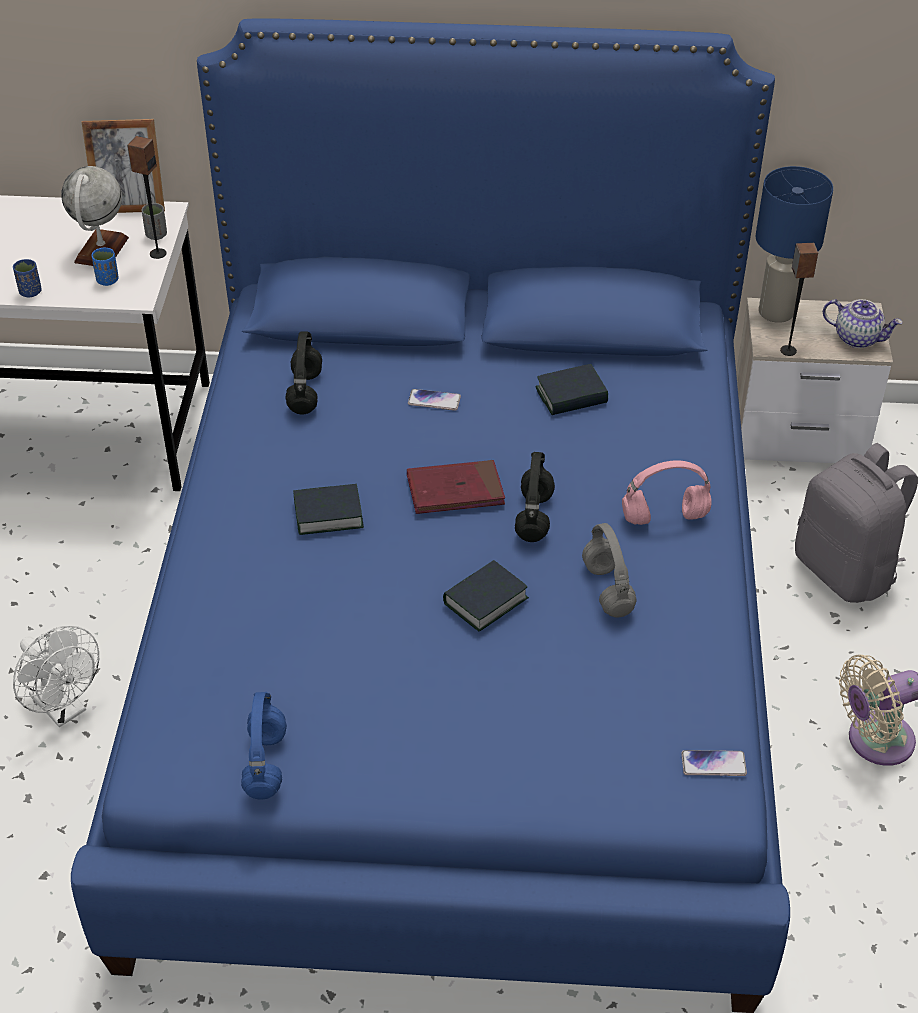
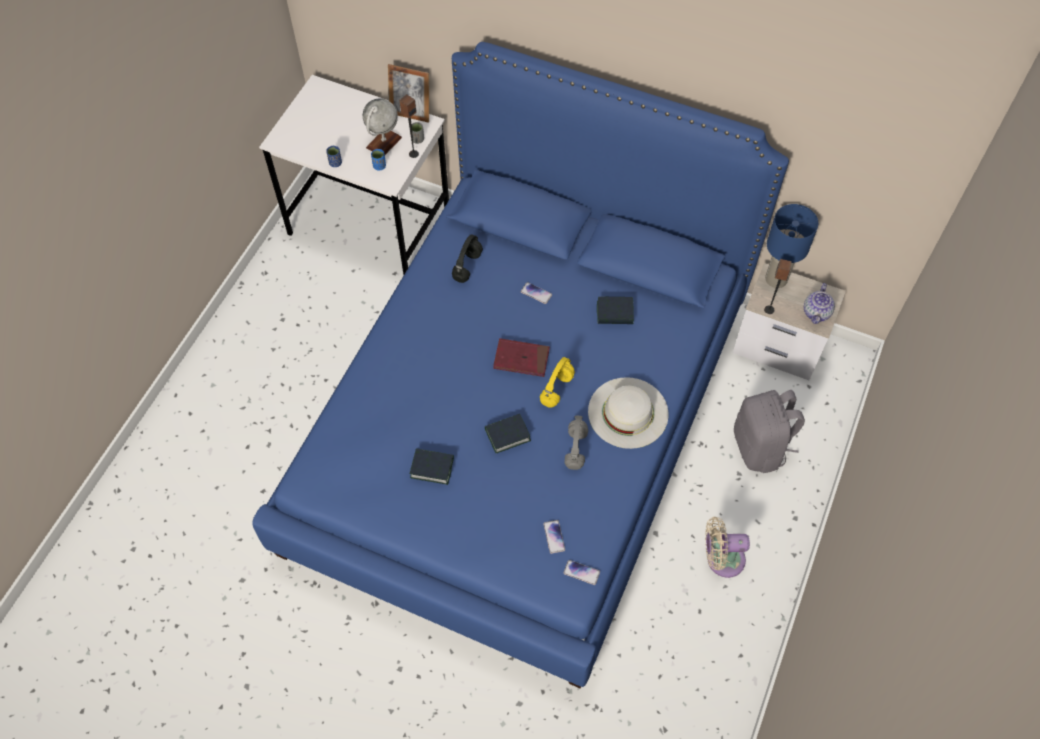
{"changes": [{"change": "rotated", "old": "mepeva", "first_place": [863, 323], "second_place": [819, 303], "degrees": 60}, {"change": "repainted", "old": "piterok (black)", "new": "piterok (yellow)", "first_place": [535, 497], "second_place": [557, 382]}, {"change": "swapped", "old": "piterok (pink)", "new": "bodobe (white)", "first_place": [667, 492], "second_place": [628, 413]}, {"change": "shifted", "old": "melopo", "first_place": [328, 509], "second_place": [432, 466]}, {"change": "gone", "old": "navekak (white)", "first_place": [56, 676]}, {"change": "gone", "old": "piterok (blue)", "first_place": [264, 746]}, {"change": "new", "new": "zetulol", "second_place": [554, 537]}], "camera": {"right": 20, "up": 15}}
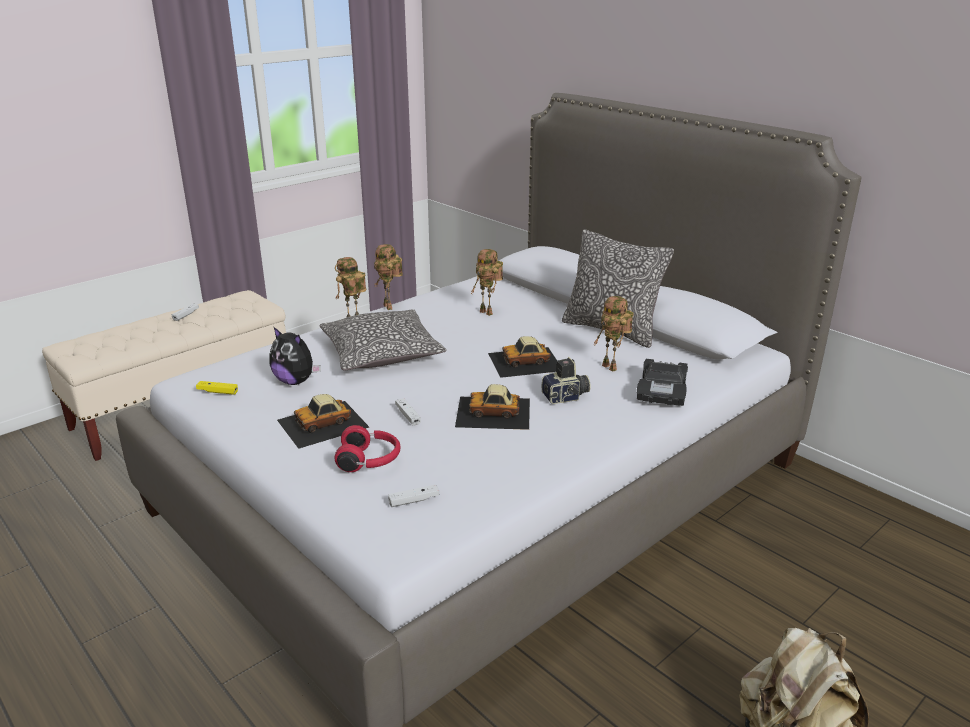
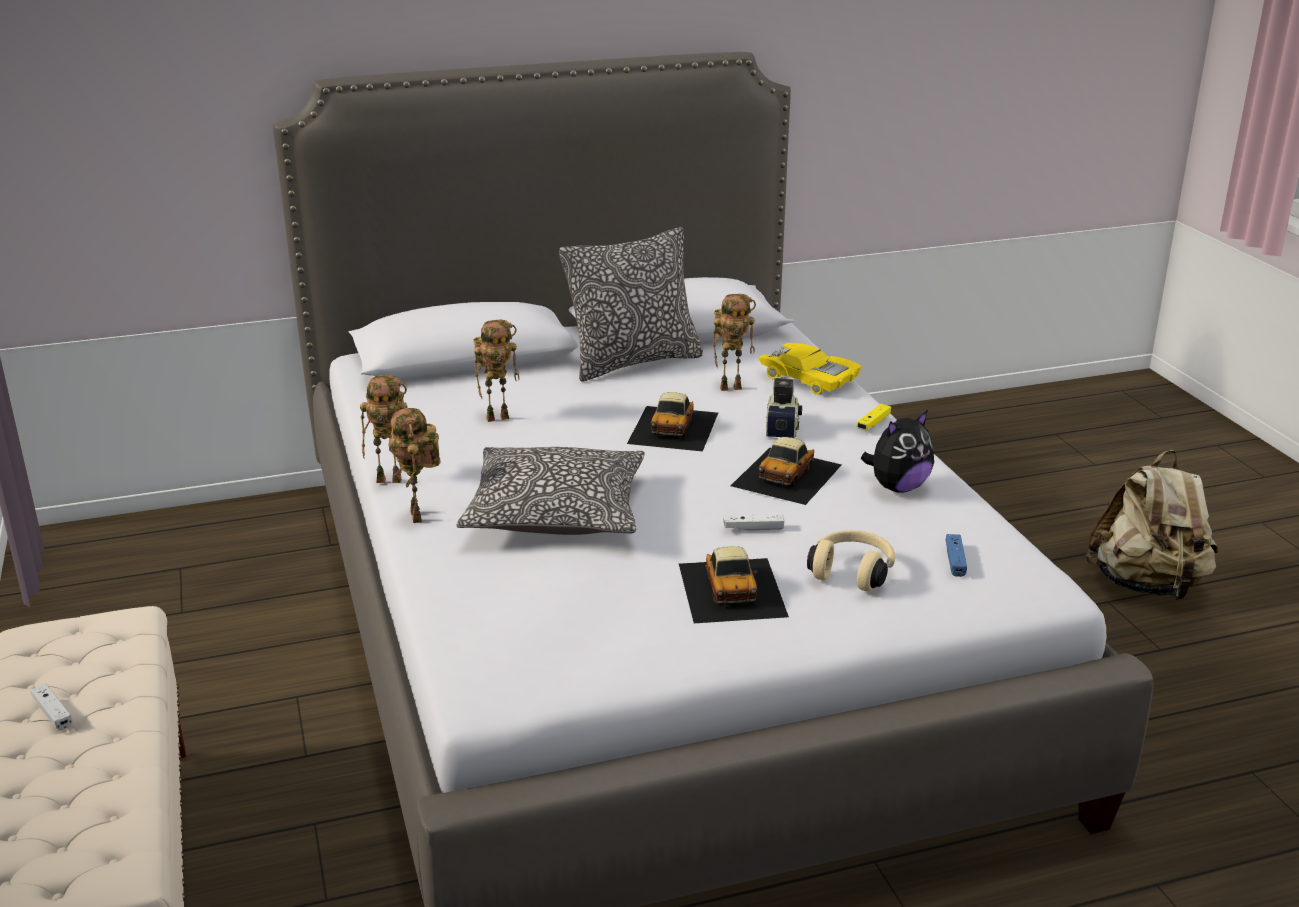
{"changes": [{"change": "shifted", "old": "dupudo", "first_place": [295, 356], "second_place": [897, 451]}, {"change": "repainted", "old": "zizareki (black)", "new": "zizareki (yellow)", "first_place": [662, 382], "second_place": [810, 369]}, {"change": "shifted", "old": "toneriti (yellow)", "first_place": [217, 388], "second_place": [873, 417]}, {"change": "repainted", "old": "piterok (red)", "new": "piterok (beige)", "first_place": [367, 448], "second_place": [851, 561]}, {"change": "repainted", "old": "toneriti (white)", "new": "toneriti (blue)", "first_place": [413, 495], "second_place": [956, 555]}], "camera": {"right": -65, "up": 0}}
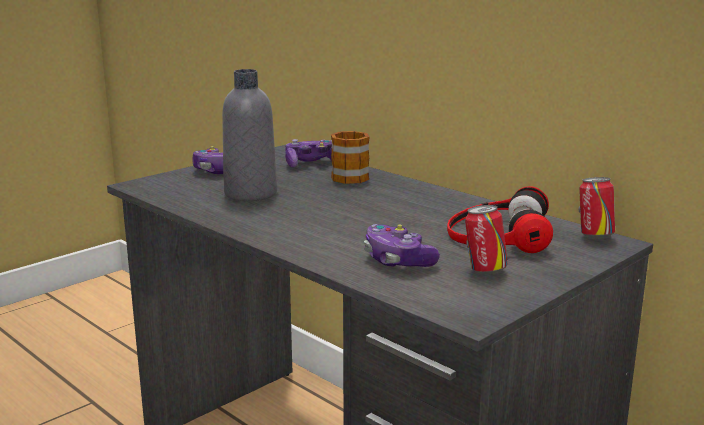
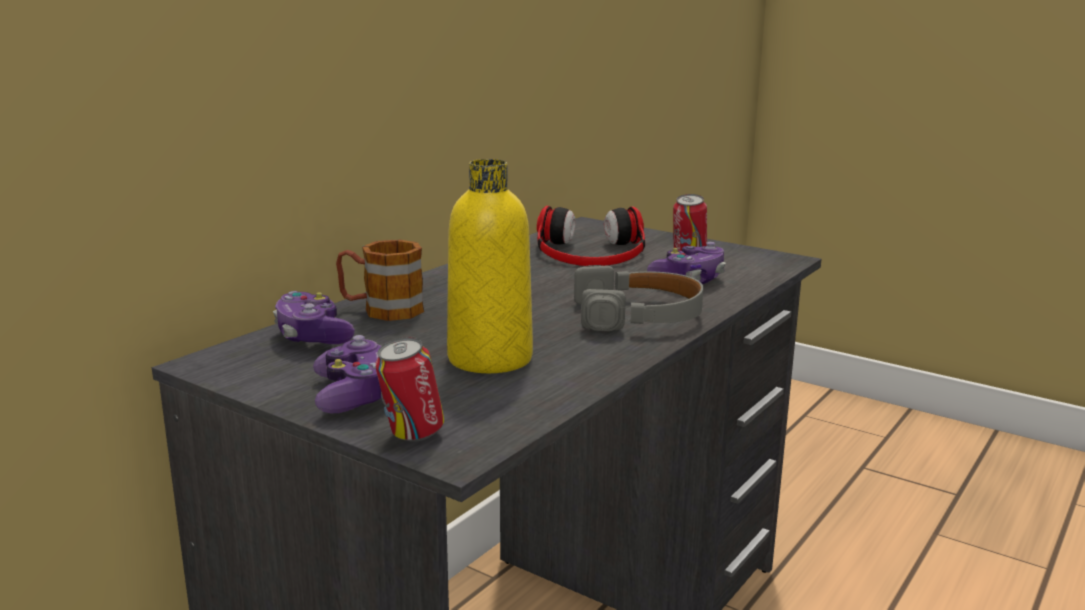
{"changes": [{"change": "repainted", "old": "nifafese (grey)", "new": "nifafese (yellow)", "first_place": [249, 135], "second_place": [490, 266]}, {"change": "shifted", "old": "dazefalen", "first_place": [597, 208], "second_place": [409, 389]}, {"change": "new", "new": "piterok (grey)", "second_place": [638, 298]}], "camera": {"right": -100, "up": 0}}
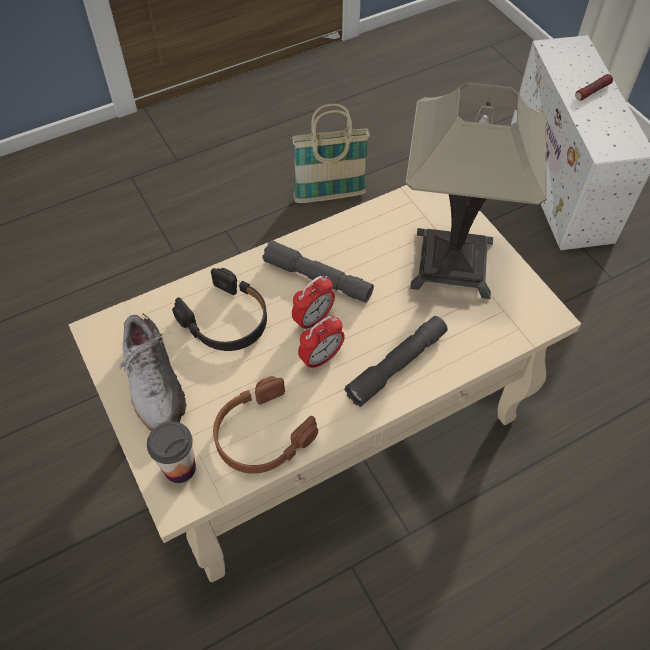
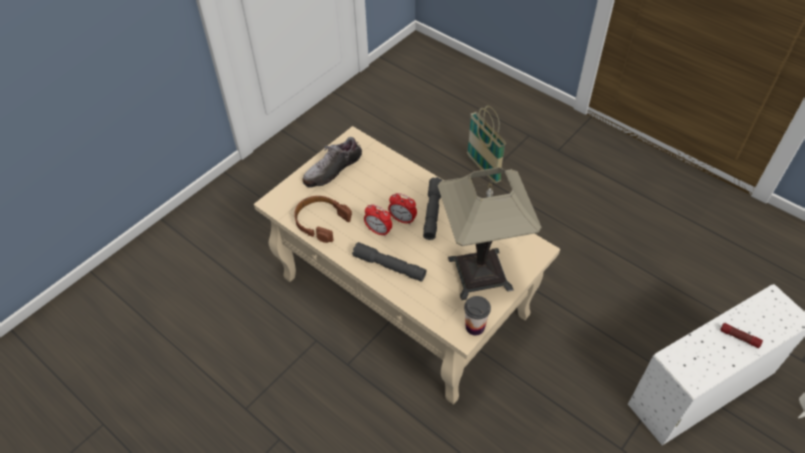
{"changes": [{"change": "shifted", "old": "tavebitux", "first_place": [331, 153], "second_place": [486, 144]}, {"change": "gone", "old": "piterok (black)", "first_place": [219, 309]}, {"change": "shifted", "old": "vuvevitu", "first_place": [171, 452], "second_place": [477, 316]}], "camera": {"right": 70, "up": -5}}
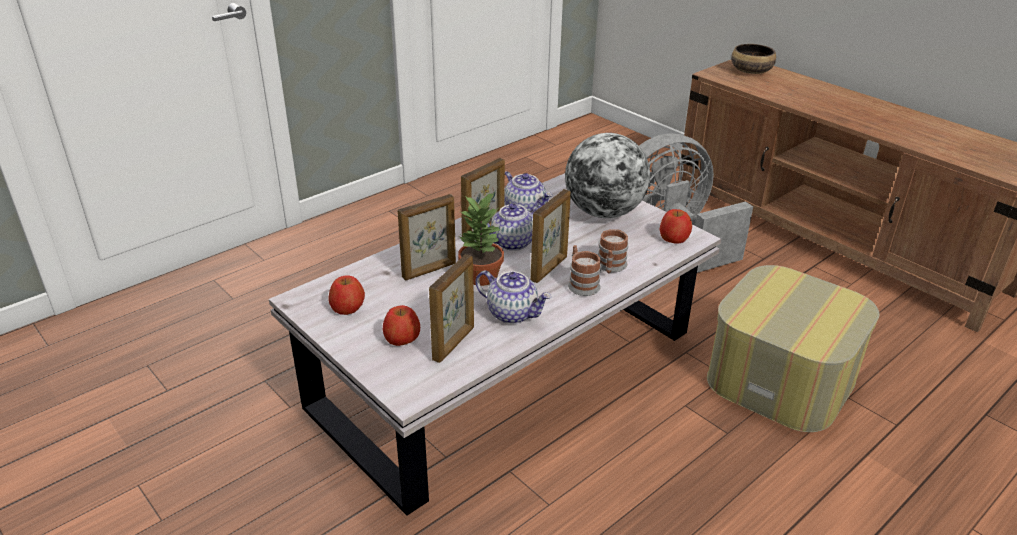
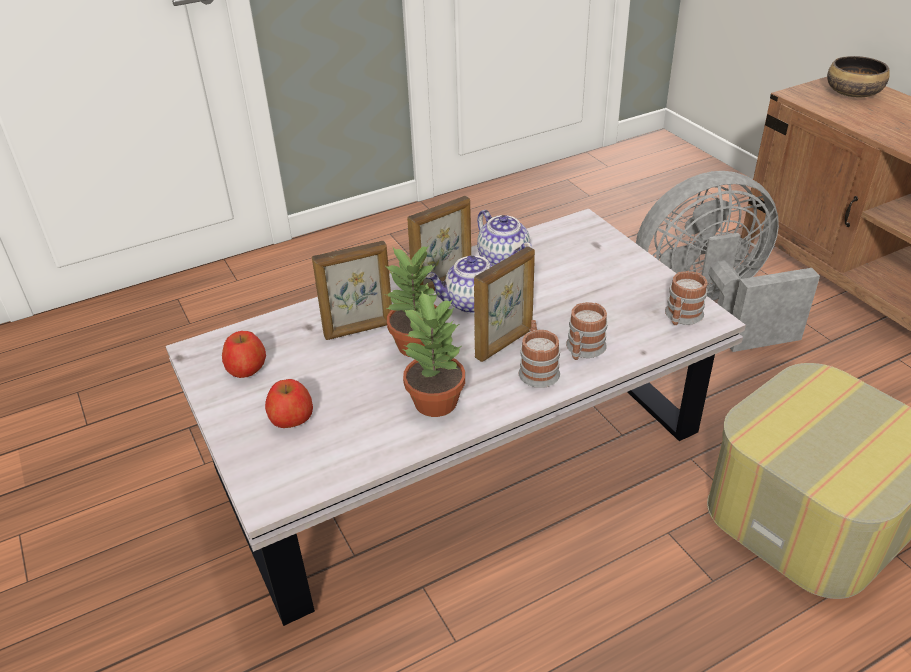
{"changes": [{"change": "gone", "old": "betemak", "first_place": [607, 175]}, {"change": "swapped", "old": "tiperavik", "new": "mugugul", "first_place": [676, 226], "second_place": [686, 298]}, {"change": "gone", "old": "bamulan", "first_place": [451, 308]}, {"change": "swapped", "old": "mepeva", "new": "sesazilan", "first_place": [513, 297], "second_place": [434, 353]}], "camera": {"right": 15, "up": 5}}
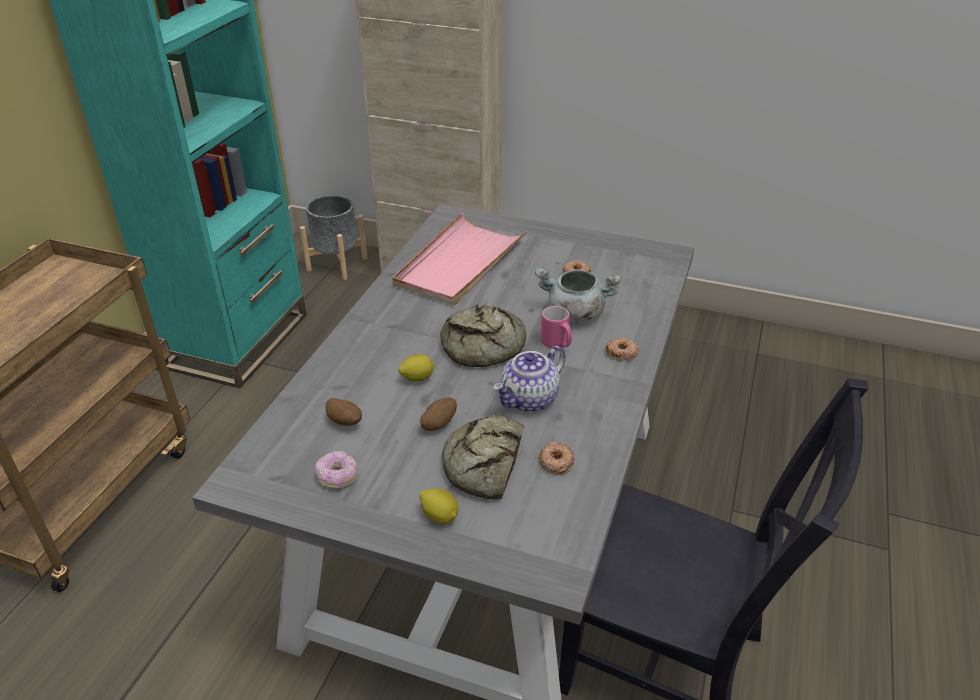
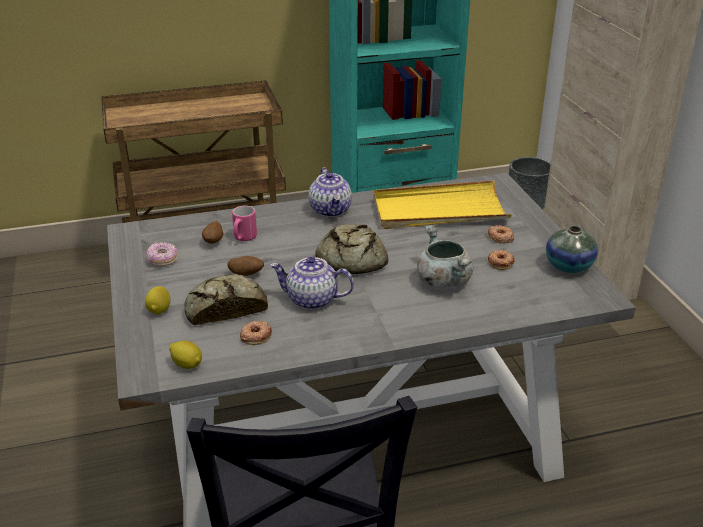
{"changes": [{"change": "repainted", "old": "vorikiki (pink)", "new": "vorikiki (yellow)", "first_place": [459, 259], "second_place": [443, 205]}, {"change": "shifted", "old": "mugugul (pink)", "first_place": [556, 327], "second_place": [244, 223]}, {"change": "shifted", "old": "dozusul", "first_place": [622, 349], "second_place": [501, 234]}, {"change": "shifted", "old": "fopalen", "first_place": [416, 368], "second_place": [185, 355]}, {"change": "new", "new": "mepeva", "second_place": [330, 192]}, {"change": "new", "new": "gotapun", "second_place": [572, 249]}], "camera": {"right": 55, "up": -5}}
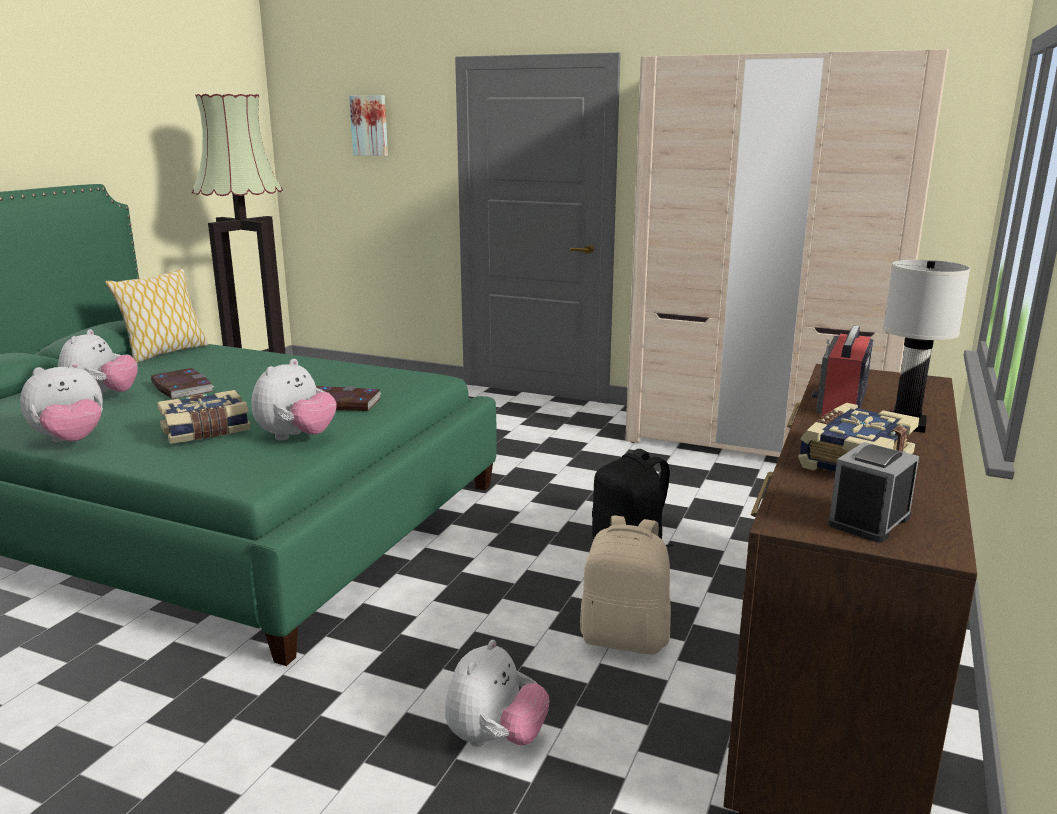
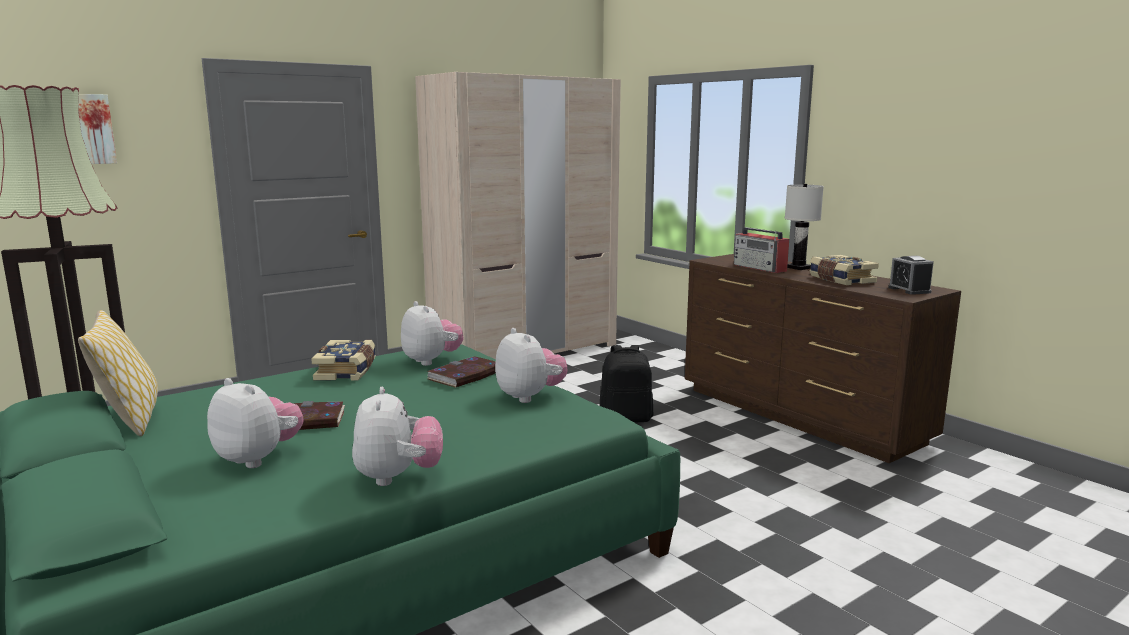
{"changes": [{"change": "shifted", "old": "melopo", "first_place": [203, 417], "second_place": [343, 360]}, {"change": "gone", "old": "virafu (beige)", "first_place": [625, 585]}, {"change": "shifted", "old": "dupudo", "first_place": [497, 693], "second_place": [432, 333]}], "camera": {"right": -60, "up": -5}}
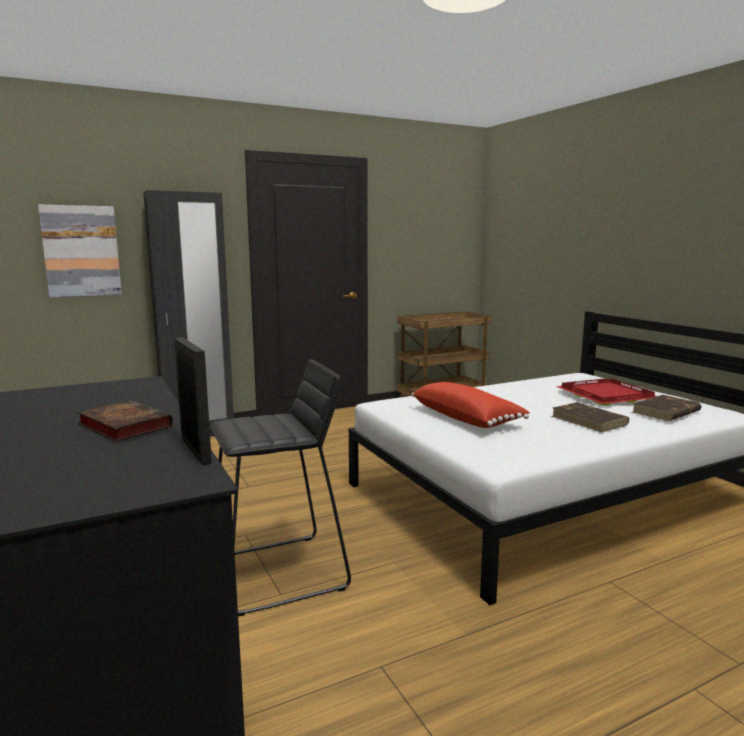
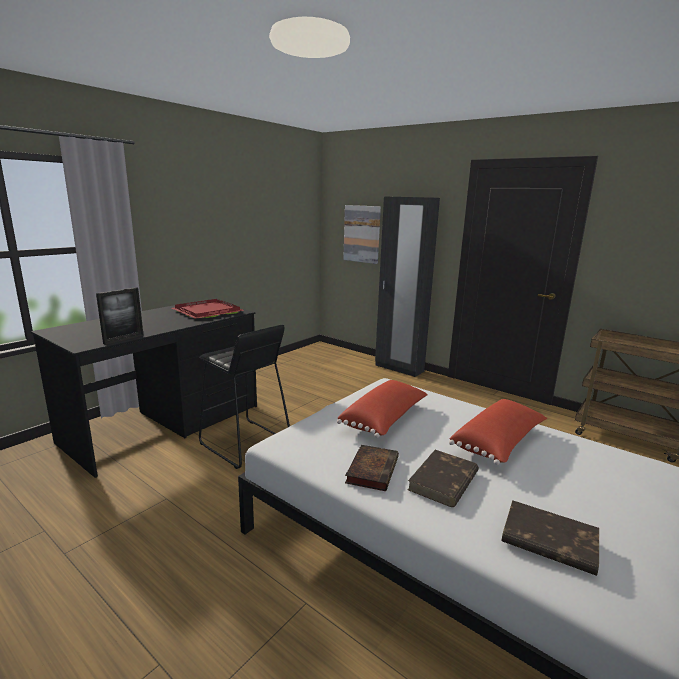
{"changes": [{"change": "shifted", "old": "vorikiki (red)", "first_place": [606, 392], "second_place": [208, 309]}, {"change": "shifted", "old": "melopo", "first_place": [125, 421], "second_place": [372, 468]}, {"change": "new", "new": "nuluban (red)", "second_place": [498, 432]}], "camera": {"right": 65, "up": 5}}
